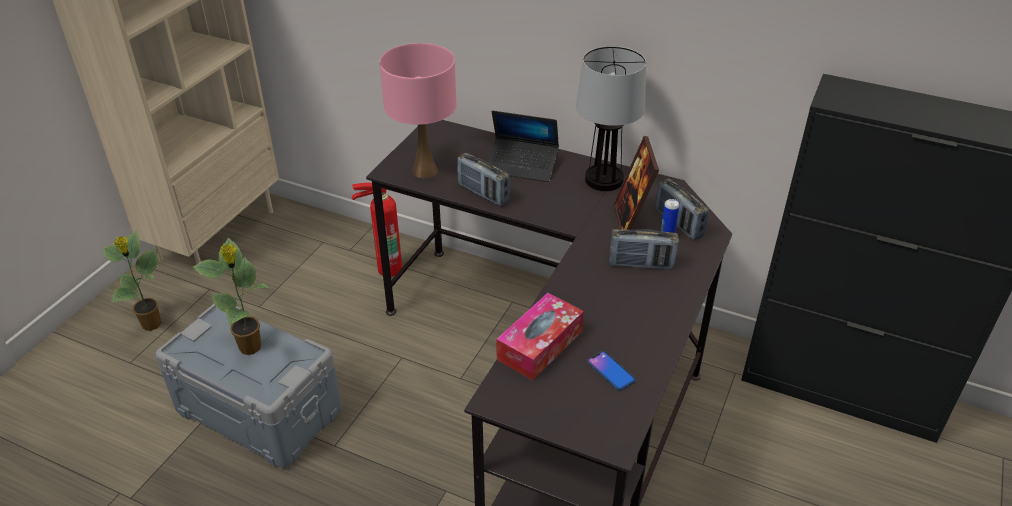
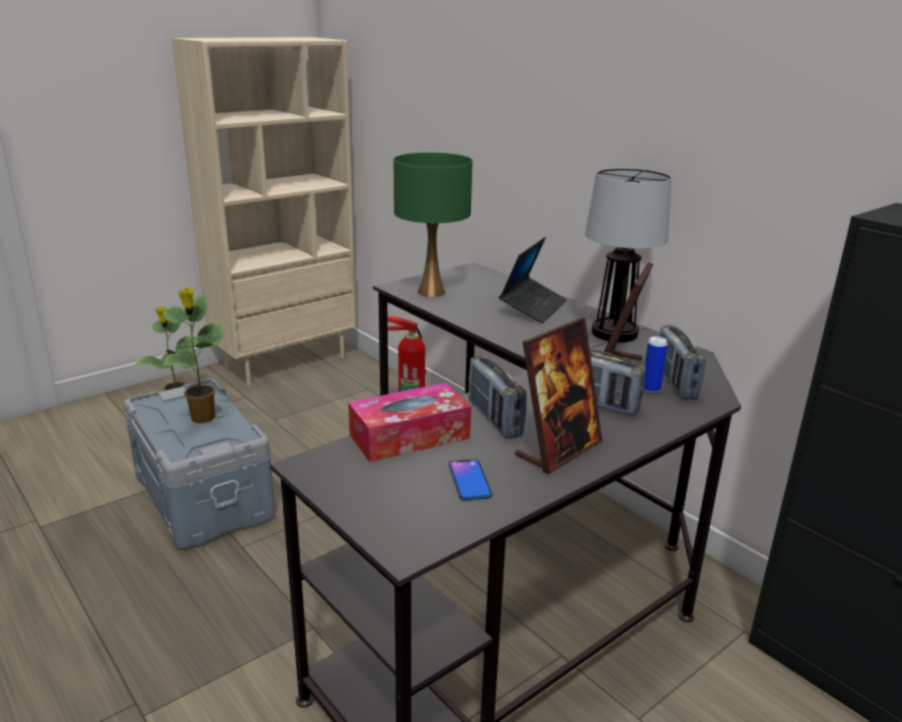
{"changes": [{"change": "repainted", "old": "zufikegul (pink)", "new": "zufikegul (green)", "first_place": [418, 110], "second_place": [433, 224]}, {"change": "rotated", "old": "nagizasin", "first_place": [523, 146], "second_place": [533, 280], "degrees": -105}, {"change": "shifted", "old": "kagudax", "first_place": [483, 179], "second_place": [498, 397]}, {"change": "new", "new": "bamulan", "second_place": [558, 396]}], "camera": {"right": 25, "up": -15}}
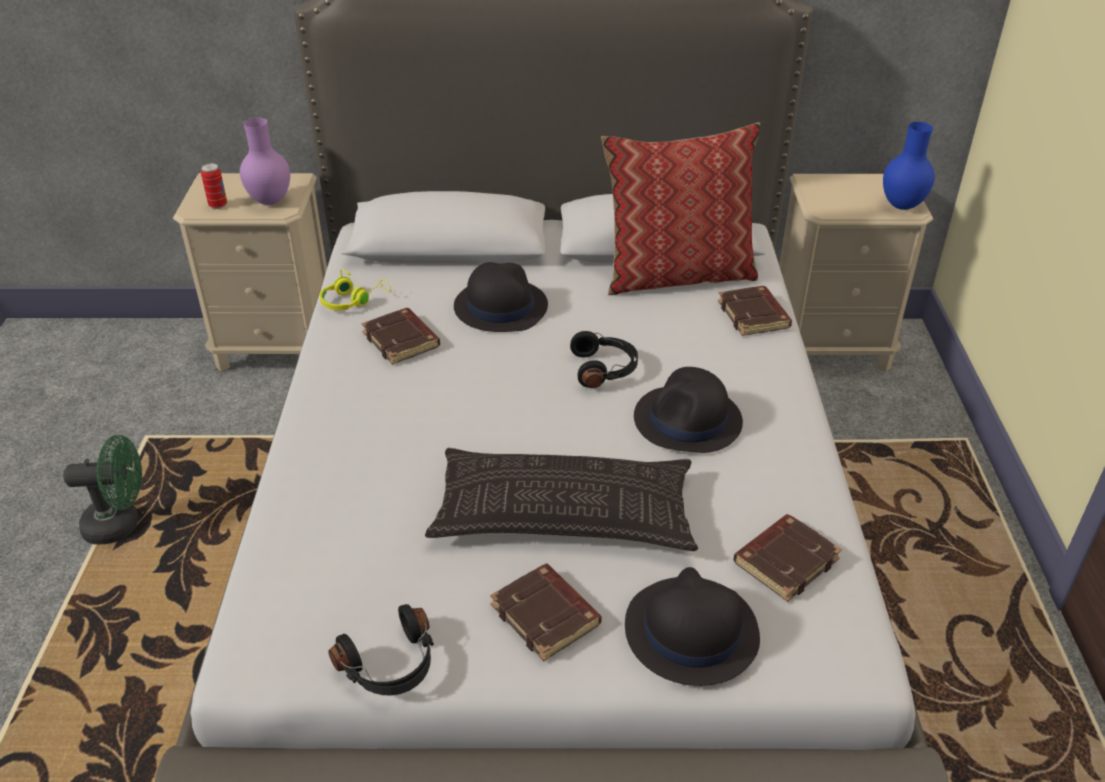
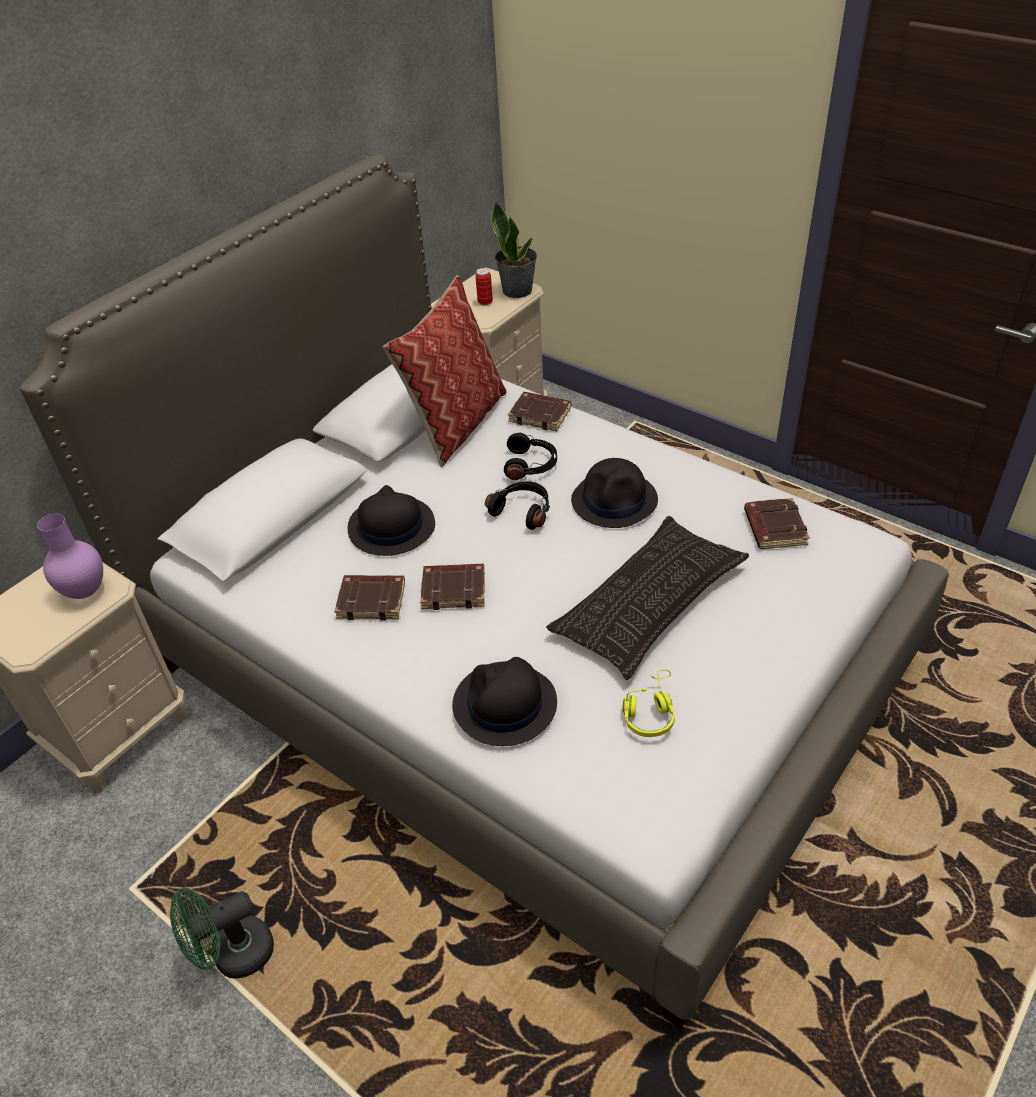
{"changes": [{"change": "swapped", "old": "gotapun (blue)", "new": "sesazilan", "first_place": [909, 166], "second_place": [514, 249]}, {"change": "shifted", "old": "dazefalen", "first_place": [214, 186], "second_place": [484, 287]}, {"change": "shifted", "old": "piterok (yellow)", "first_place": [355, 289], "second_place": [648, 703]}, {"change": "rotated", "old": "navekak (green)", "first_place": [102, 489], "second_place": [222, 933], "degrees": -150}, {"change": "shifted", "old": "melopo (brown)", "first_place": [546, 612], "second_place": [452, 587]}, {"change": "shifted", "old": "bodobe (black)", "first_place": [692, 626], "second_place": [504, 701]}, {"change": "shifted", "old": "piterok (black)", "first_place": [381, 649], "second_place": [530, 456]}], "camera": {"right": -50, "up": 5}}
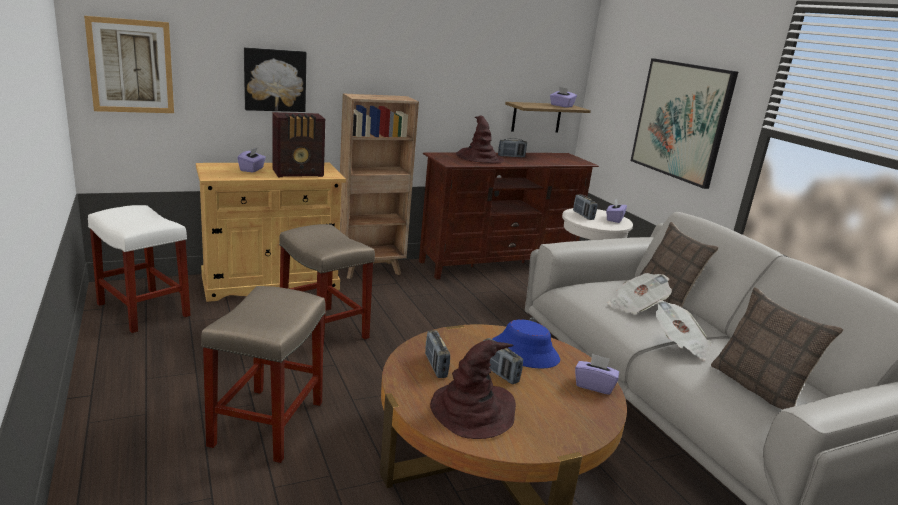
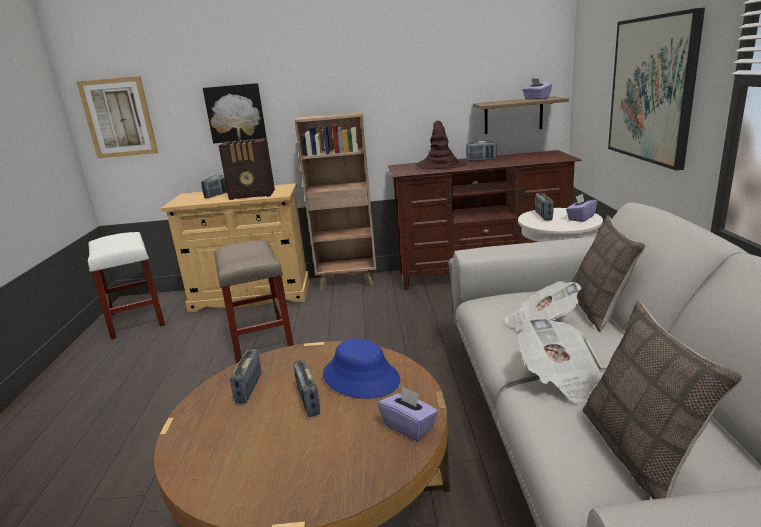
{"changes": [{"change": "swapped", "old": "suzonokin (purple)", "new": "kagudax", "first_place": [252, 160], "second_place": [214, 186]}, {"change": "gone", "old": "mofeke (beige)", "first_place": [263, 374]}, {"change": "gone", "old": "bodobe (brown)", "first_place": [473, 389]}], "camera": {"right": 25, "up": 0}}
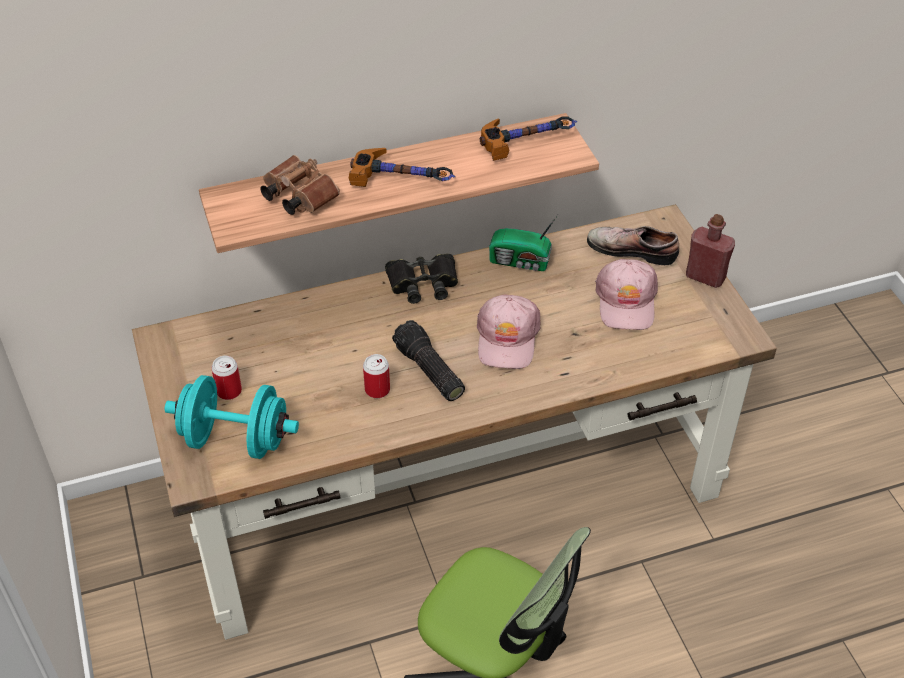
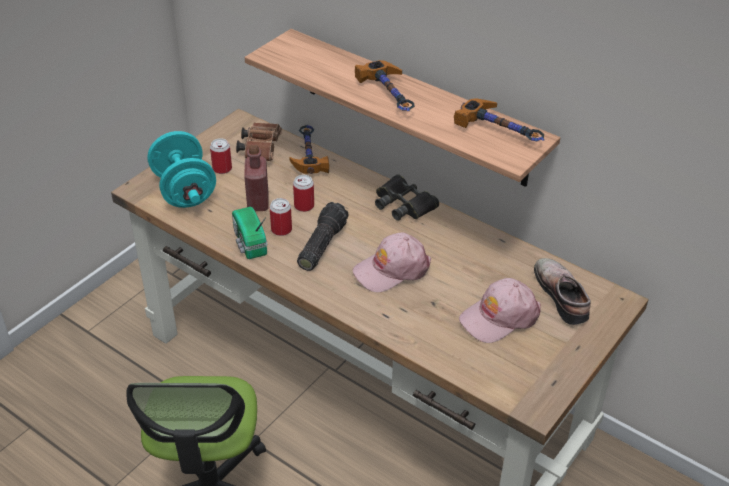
{"changes": [{"change": "shifted", "old": "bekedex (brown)", "first_place": [300, 185], "second_place": [259, 142]}, {"change": "shifted", "old": "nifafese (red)", "first_place": [710, 251], "second_place": [256, 178]}, {"change": "shifted", "old": "kagudax", "first_place": [523, 243], "second_place": [250, 233]}, {"change": "new", "new": "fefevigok", "second_place": [309, 149]}, {"change": "new", "new": "dazefalen", "second_place": [303, 193]}], "camera": {"right": 55, "up": -5}}
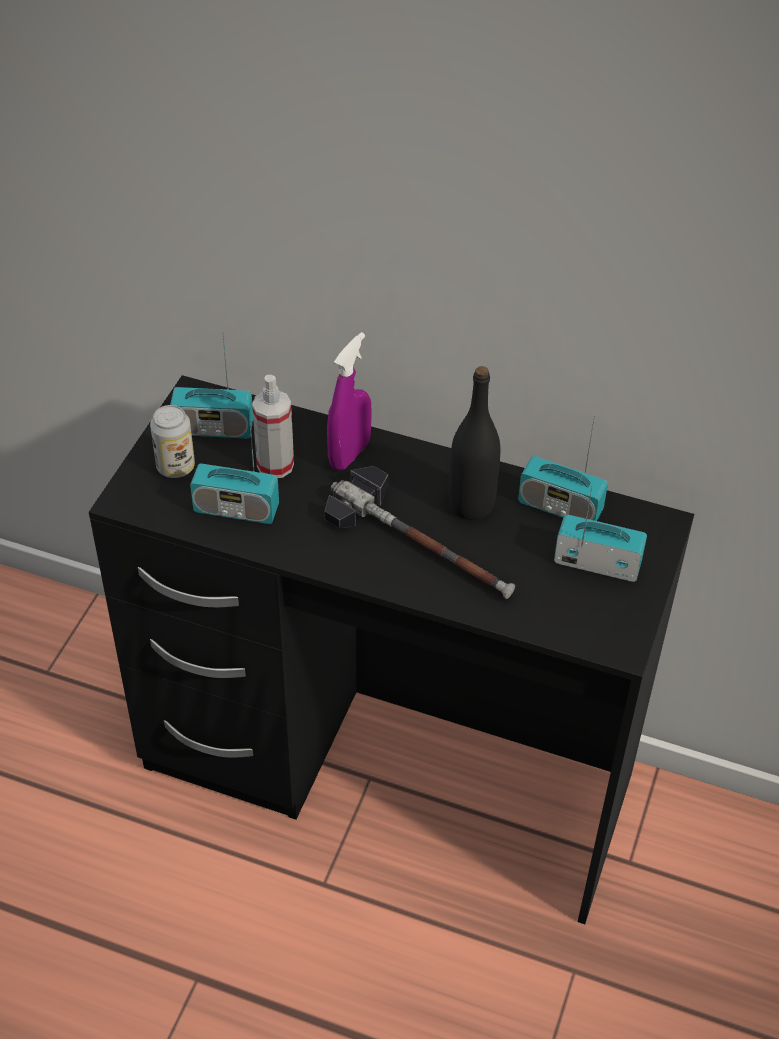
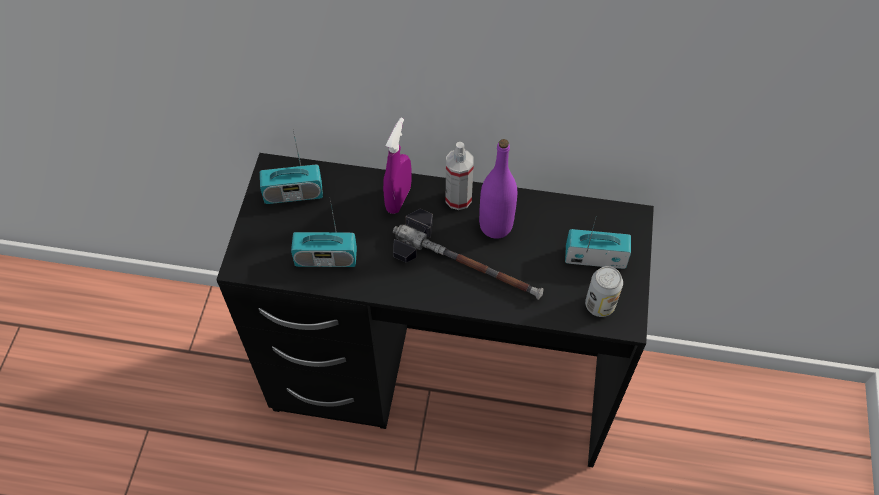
{"changes": [{"change": "repainted", "old": "nifafese (black)", "new": "nifafese (purple)", "first_place": [474, 443], "second_place": [498, 189]}, {"change": "shifted", "old": "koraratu", "first_place": [273, 426], "second_place": [460, 176]}, {"change": "shifted", "old": "dazefalen", "first_place": [172, 441], "second_place": [604, 291]}, {"change": "gone", "old": "kagudax", "first_place": [563, 468]}], "camera": {"right": -10, "up": 10}}
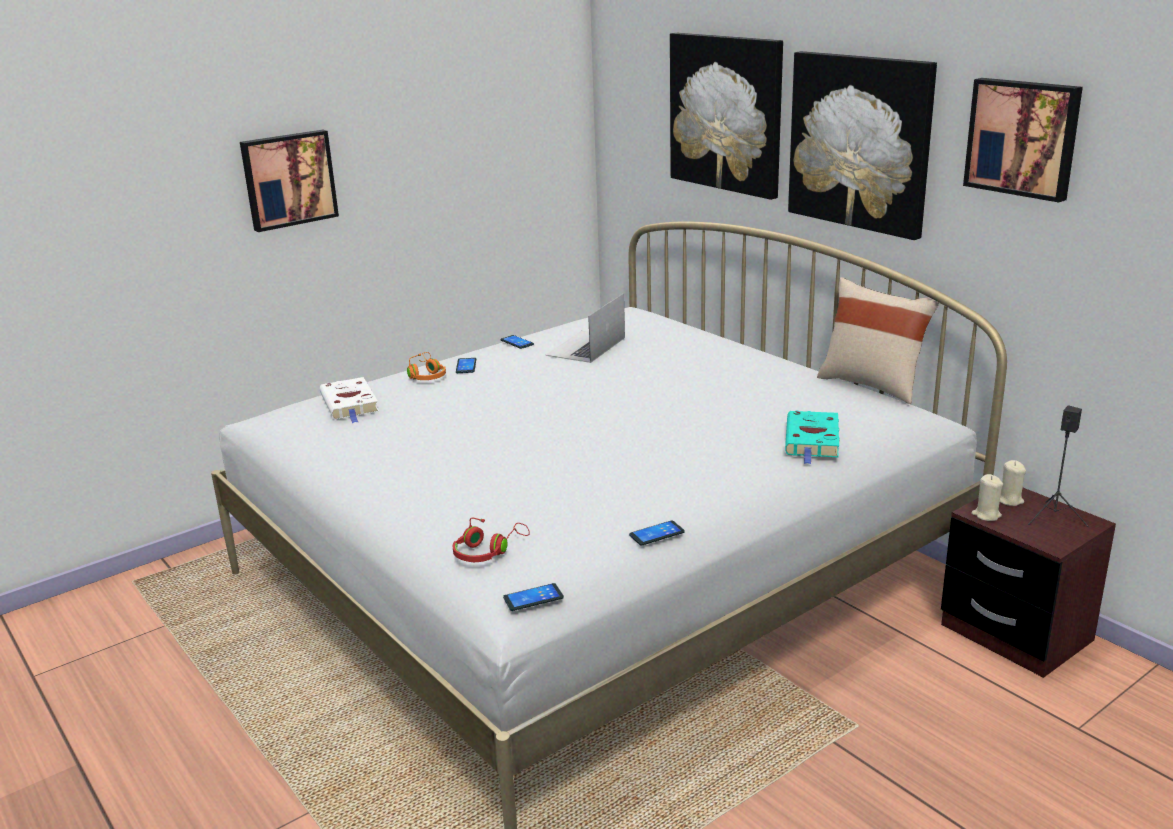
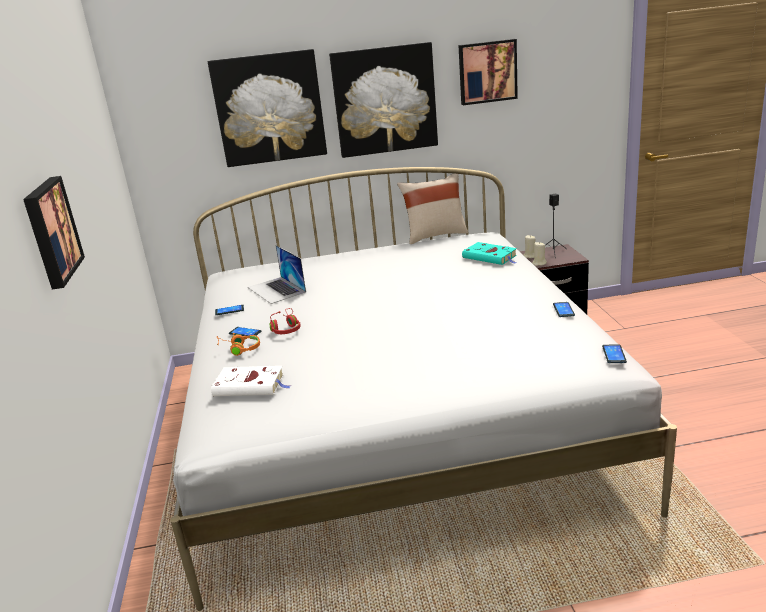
{"changes": [{"change": "shifted", "old": "piterok (red)", "first_place": [491, 540], "second_place": [285, 321]}], "camera": {"right": -60, "up": 0}}
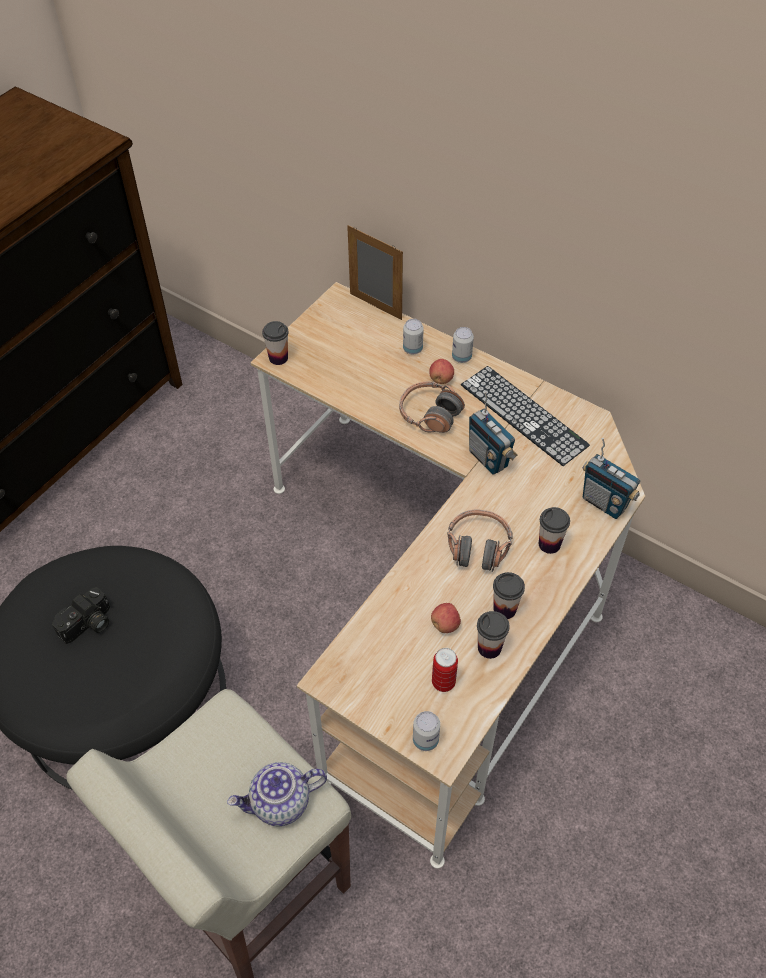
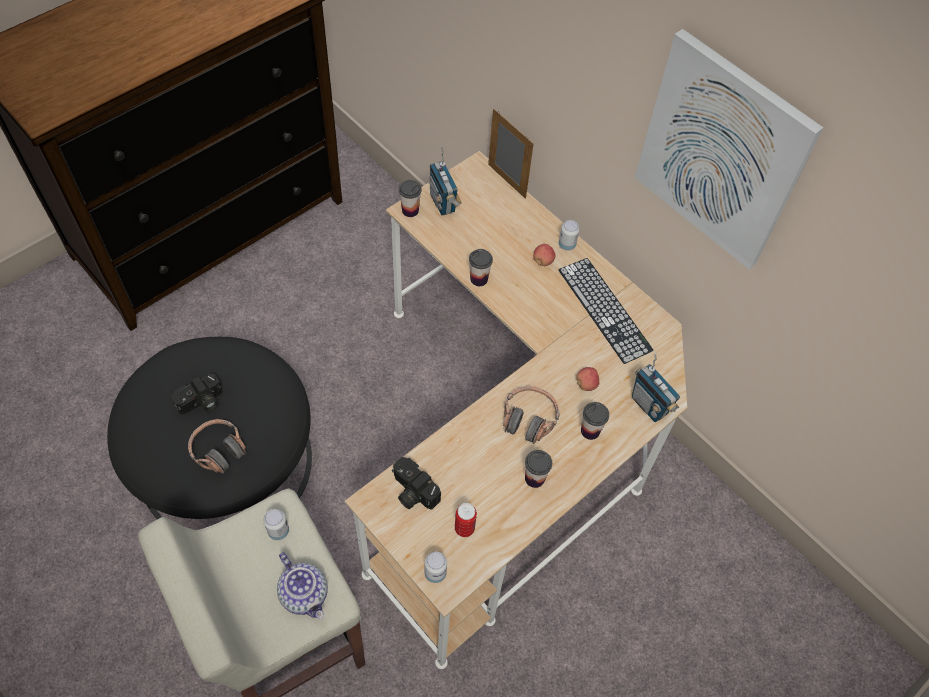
{"changes": [{"change": "shifted", "old": "dazefalen", "first_place": [413, 336], "second_place": [276, 524]}, {"change": "shifted", "old": "piterok", "first_place": [432, 407], "second_place": [217, 446]}, {"change": "shifted", "old": "kagudax", "first_place": [493, 433], "second_place": [446, 181]}, {"change": "shifted", "old": "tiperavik", "first_place": [446, 618], "second_place": [588, 379]}, {"change": "shifted", "old": "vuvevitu", "first_place": [493, 635], "second_place": [481, 267]}, {"change": "rotated", "old": "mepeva", "first_place": [277, 794], "second_place": [302, 585], "degrees": -120}, {"change": "new", "new": "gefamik", "second_place": [729, 149]}, {"change": "new", "new": "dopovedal", "second_place": [416, 483]}], "camera": {"right": 10, "up": 5}}
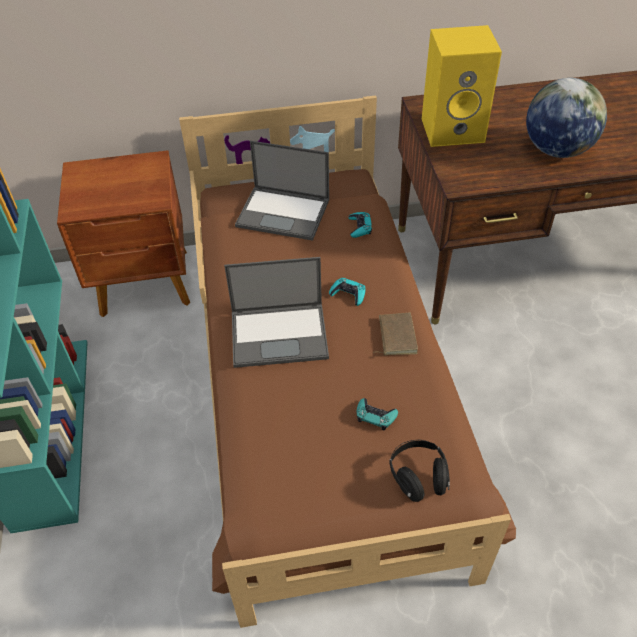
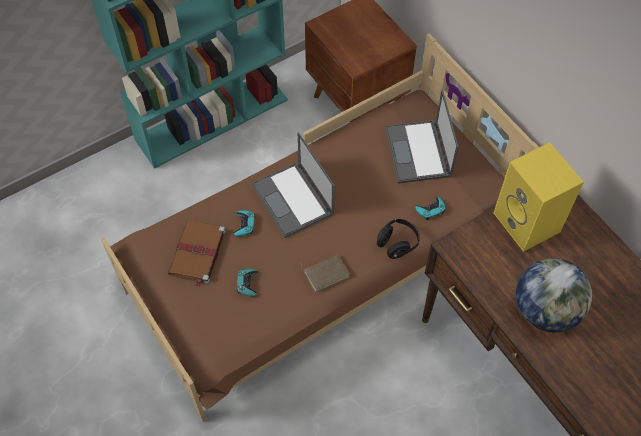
{"changes": [{"change": "shifted", "old": "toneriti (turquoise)", "first_place": [347, 292], "second_place": [244, 223]}, {"change": "shifted", "old": "piterok (black)", "first_place": [419, 471], "second_place": [398, 239]}, {"change": "new", "new": "melopo (brown)", "second_place": [197, 253]}], "camera": {"right": 65, "up": 10}}
